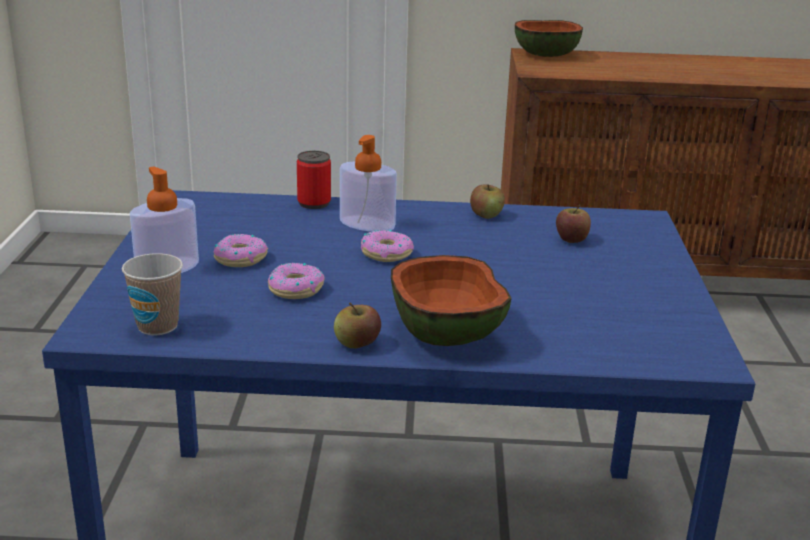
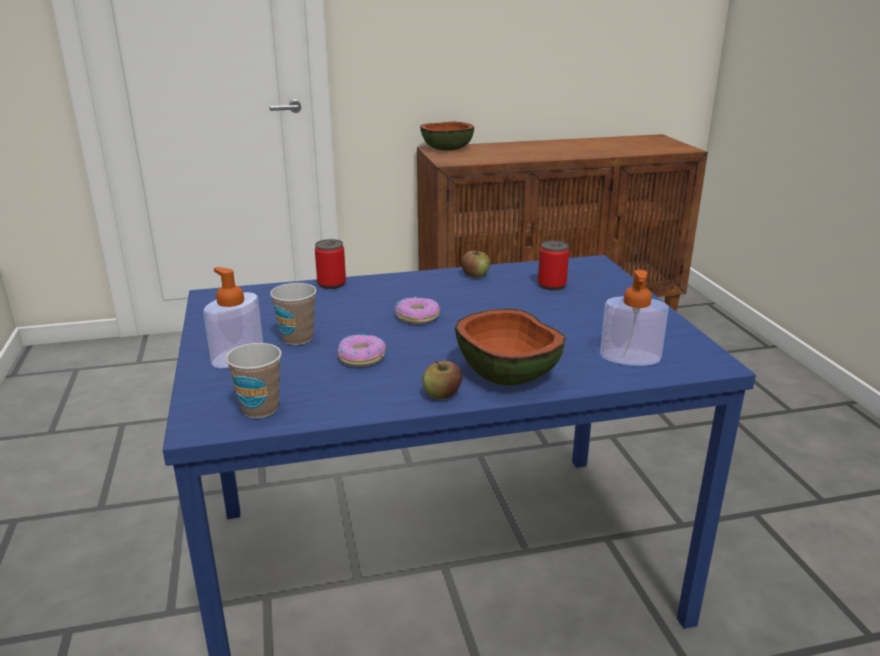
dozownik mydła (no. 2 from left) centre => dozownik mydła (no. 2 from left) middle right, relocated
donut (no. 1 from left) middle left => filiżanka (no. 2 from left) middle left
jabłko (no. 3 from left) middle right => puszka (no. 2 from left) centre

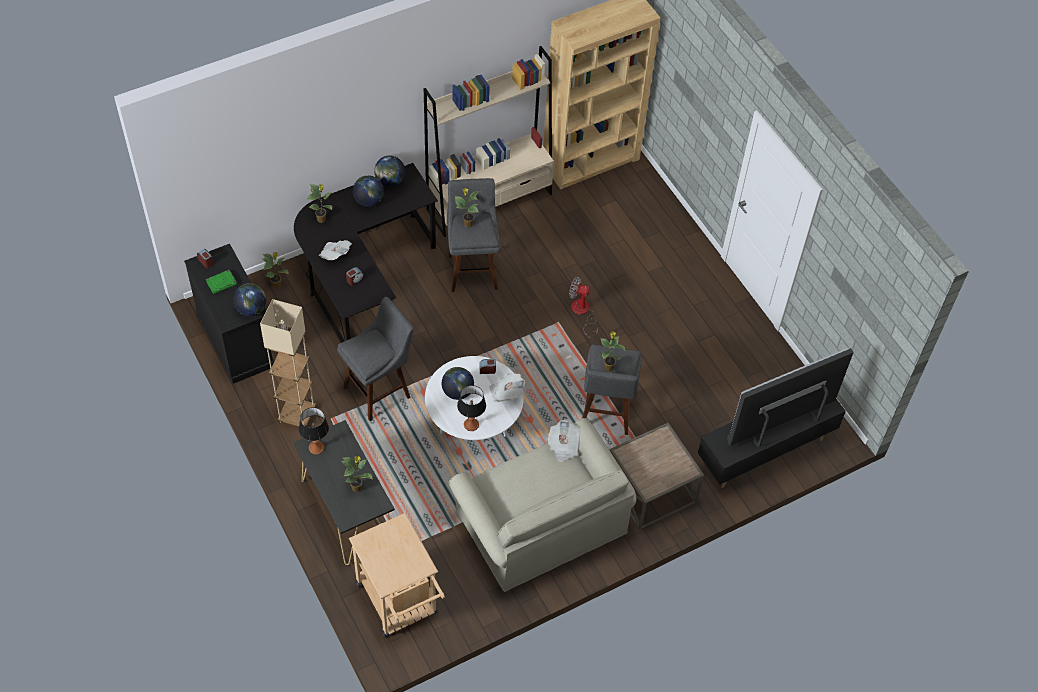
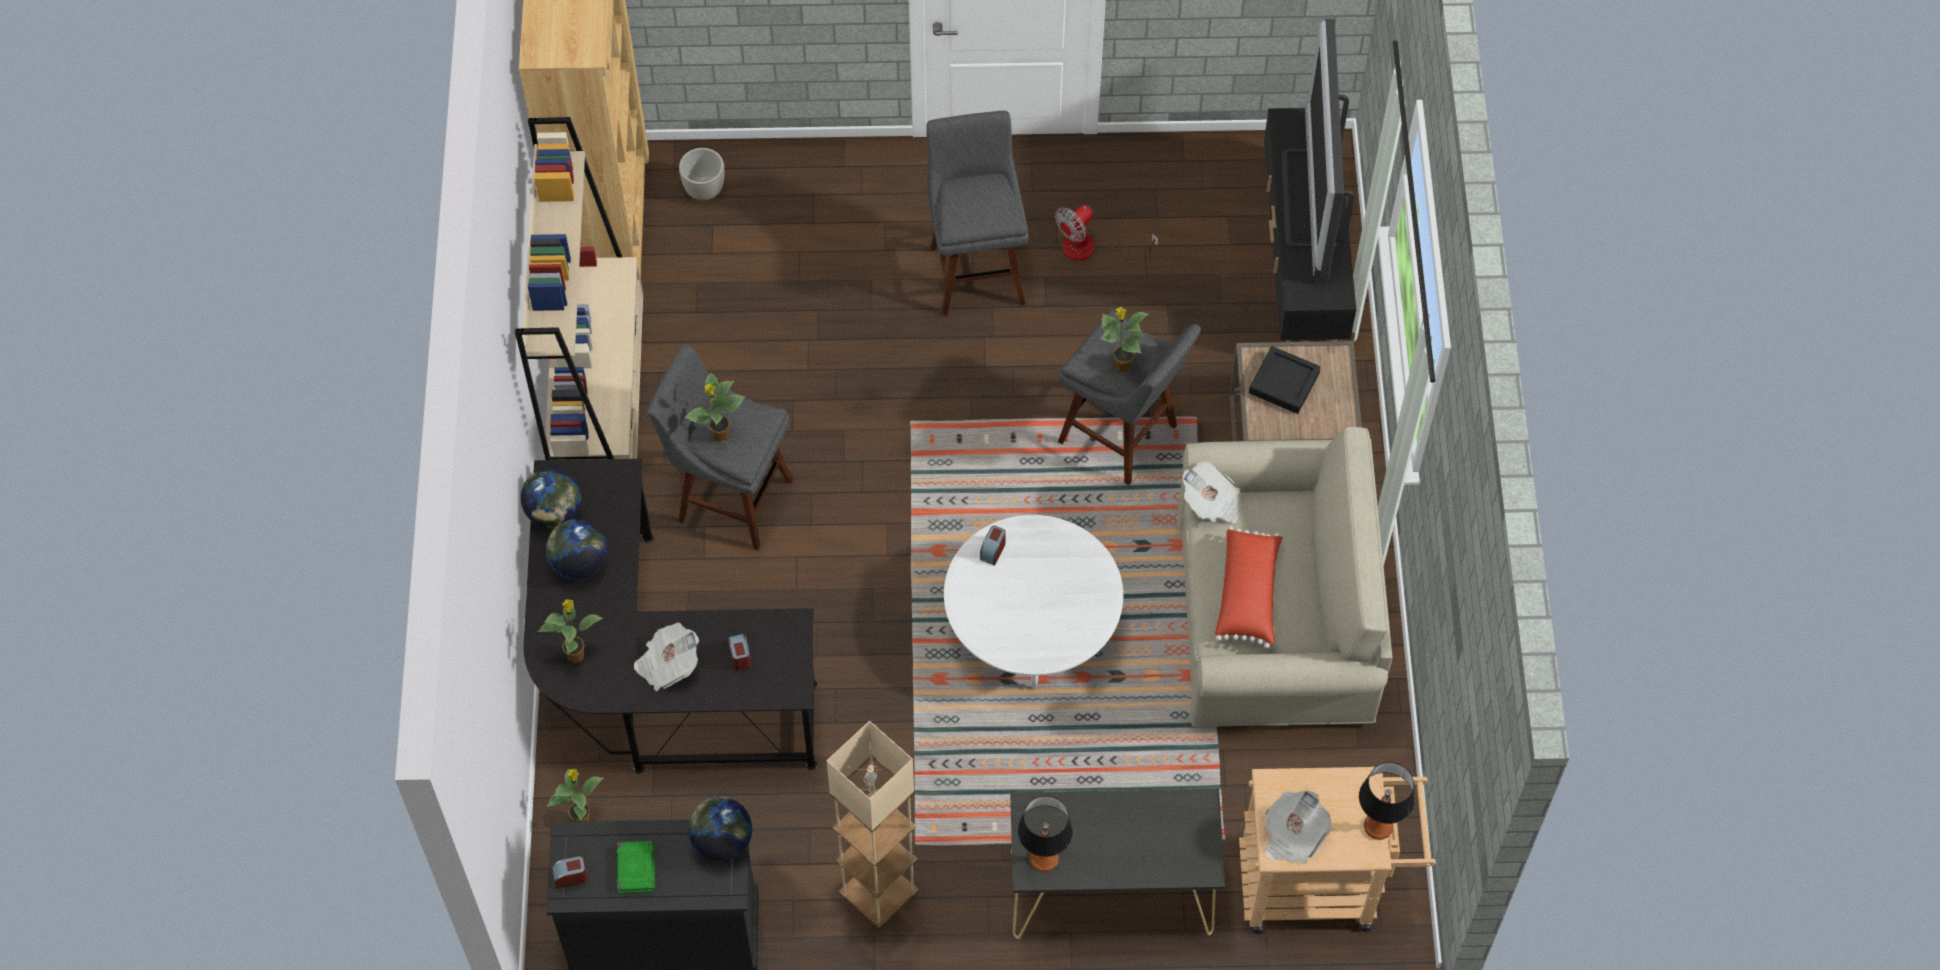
roślina doniczkowa (no. 3 from left) bottom centre => nothing
globus (no. 4 from left) centre => nothing
nothing => donica (szary) top centre
nothing => poduszka (czerwony) centre
nothing => taca (czarny) centre
stołek (szary) (no. 1 from left in the first image) centre => stołek (szary) (no. 2 from left) top centre, relocated
lampa stołowa (no. 2 from left) centre => lampa stołowa (no. 2 from left) bottom right, relocated
gazeta (no. 2 from left in the first image) centre => gazeta (no. 3 from left) bottom right, relocated
wentylator centre => wentylator top centre, relocated

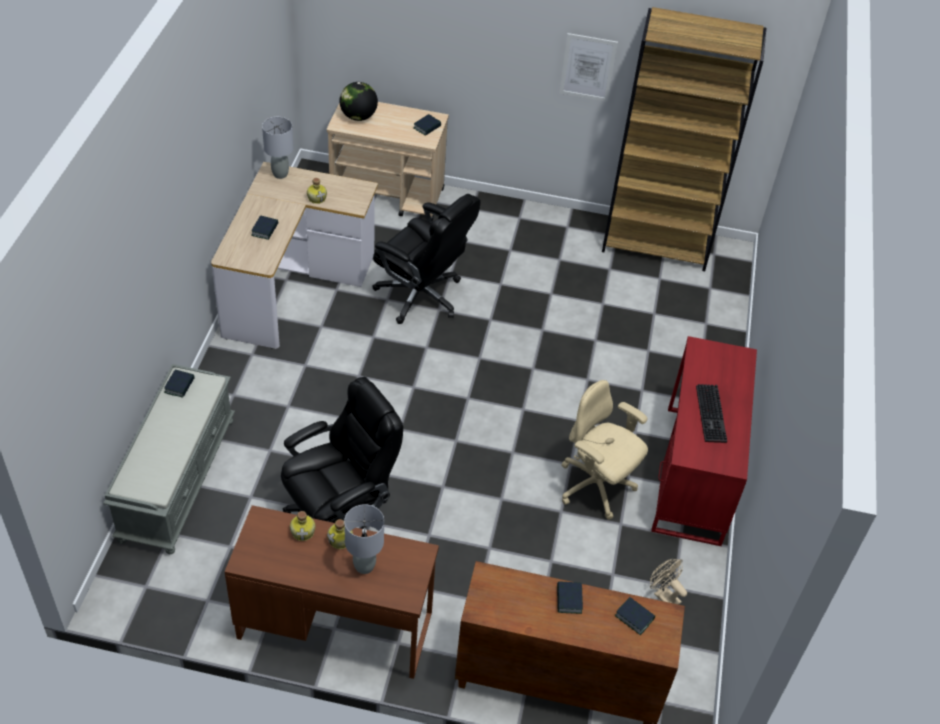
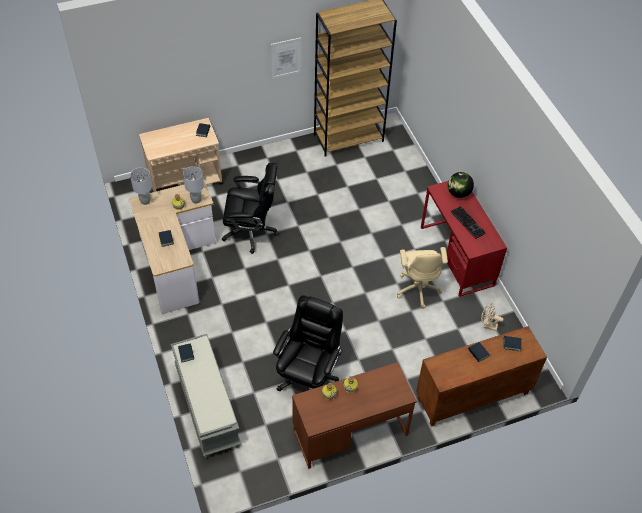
globus top centre => globus middle right, relocated
lampa stołowa (szary) (no. 2 from left) bottom centre => lampa stołowa (szary) (no. 2 from left) middle left, relocated
krzesło biurowe (beżowy) centre, 105 degrees counterclockwise

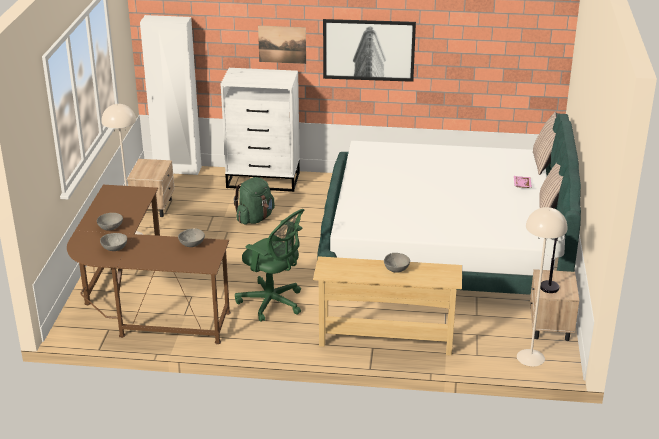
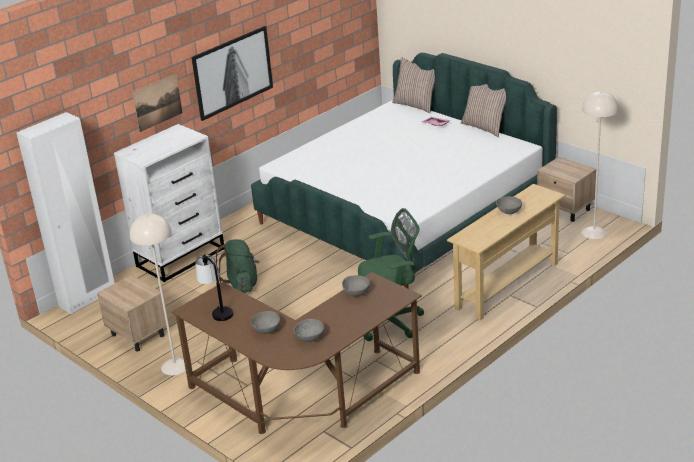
lampa stołowa middle right => lampa stołowa middle left, relocated

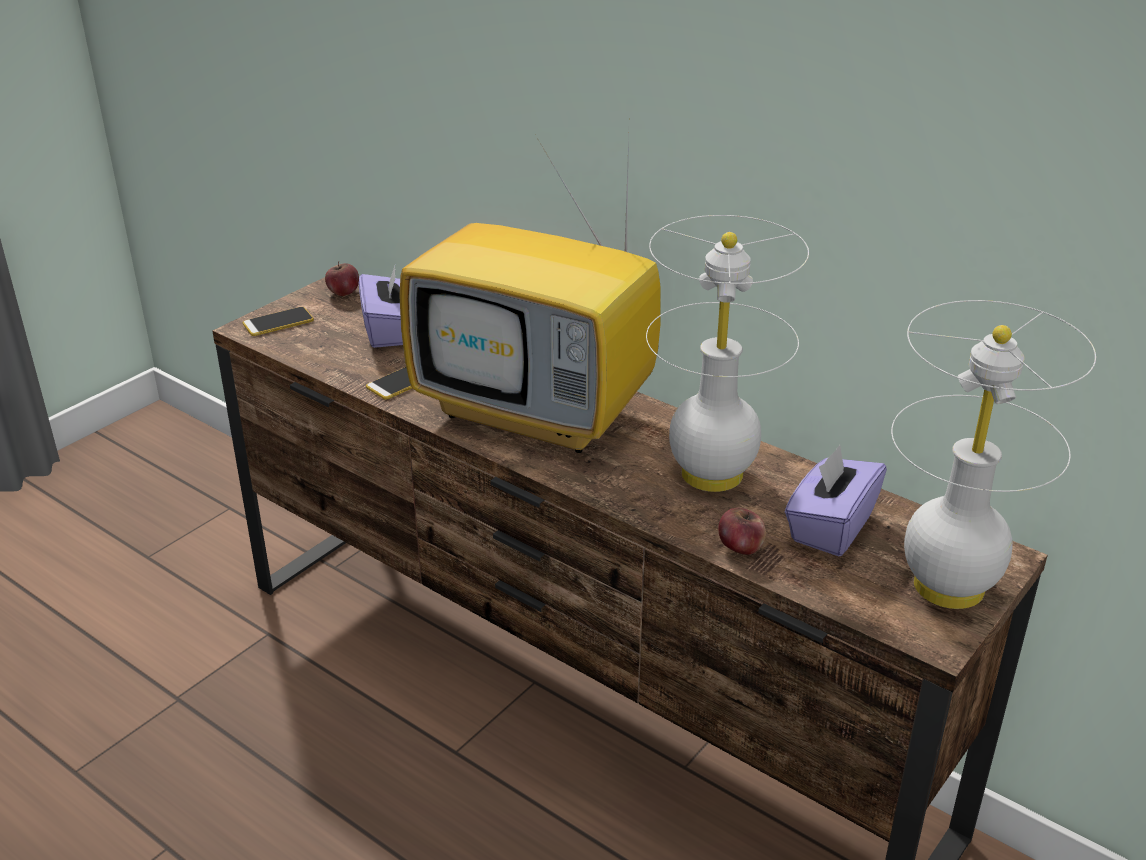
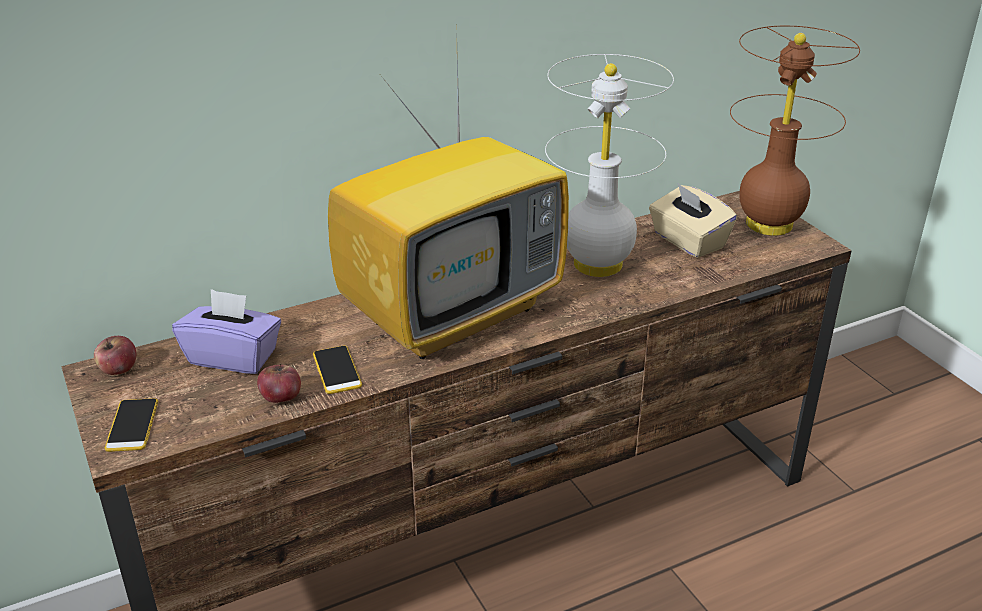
jabłko (no. 2 from left) centre => jabłko (no. 2 from left) middle left, relocated
pudełko chusteczek (fioletowy) (no. 2 from left) middle right => pudełko chusteczek (beżowy) middle right
lampa stołowa (biały) (no. 2 from left) middle right => lampa stołowa (brązowy) top right

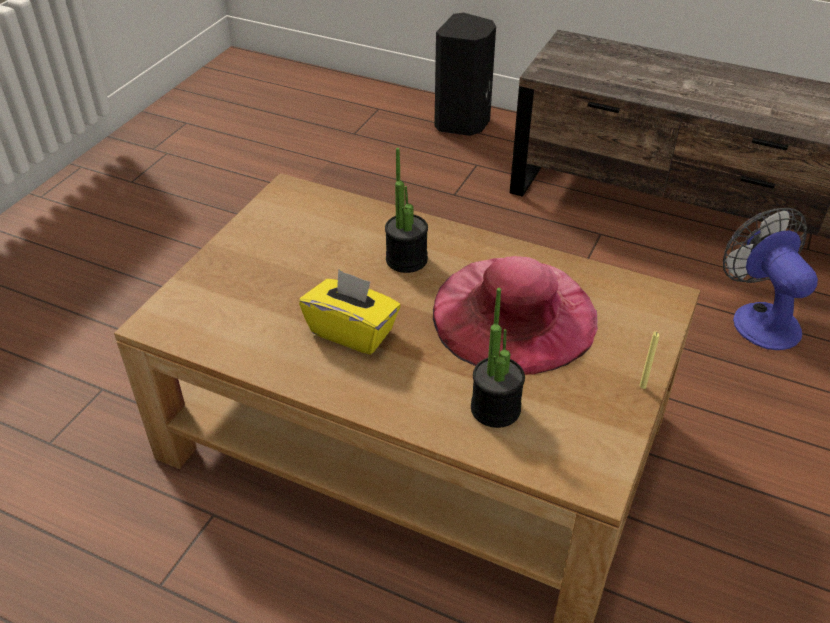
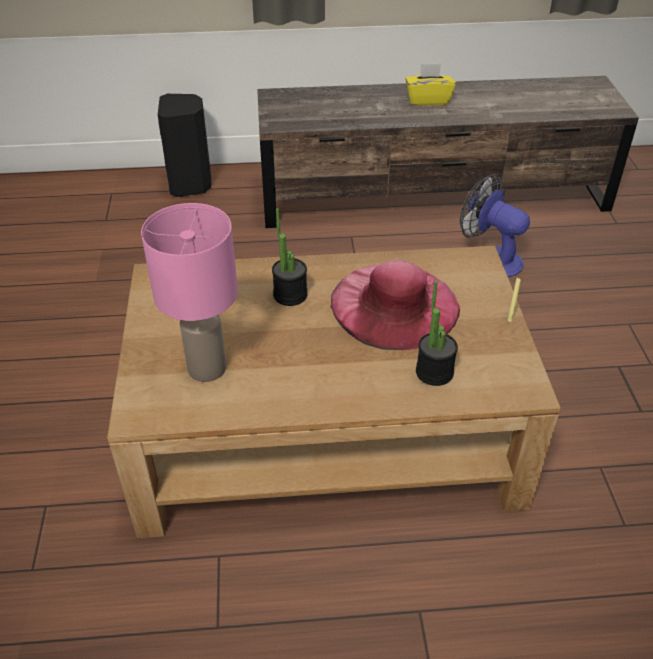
nothing => lampa stołowa (różowy) middle left
pudełko chusteczek (żółty) centre => pudełko chusteczek (żółty) top centre, relocated

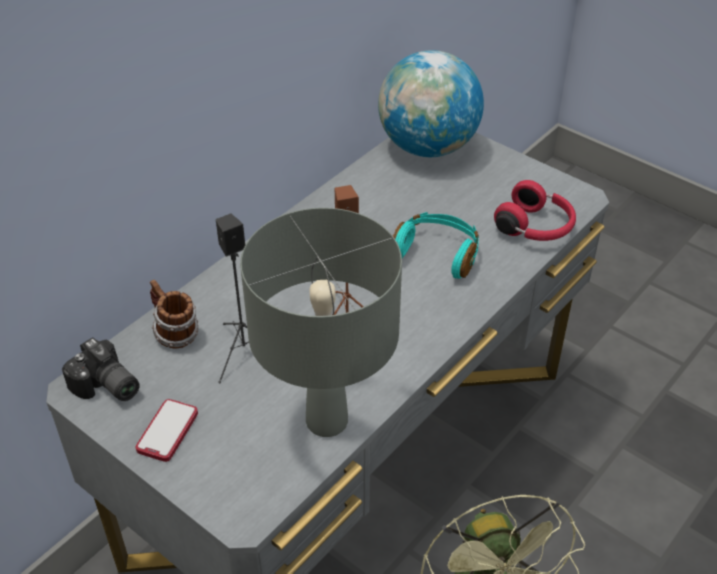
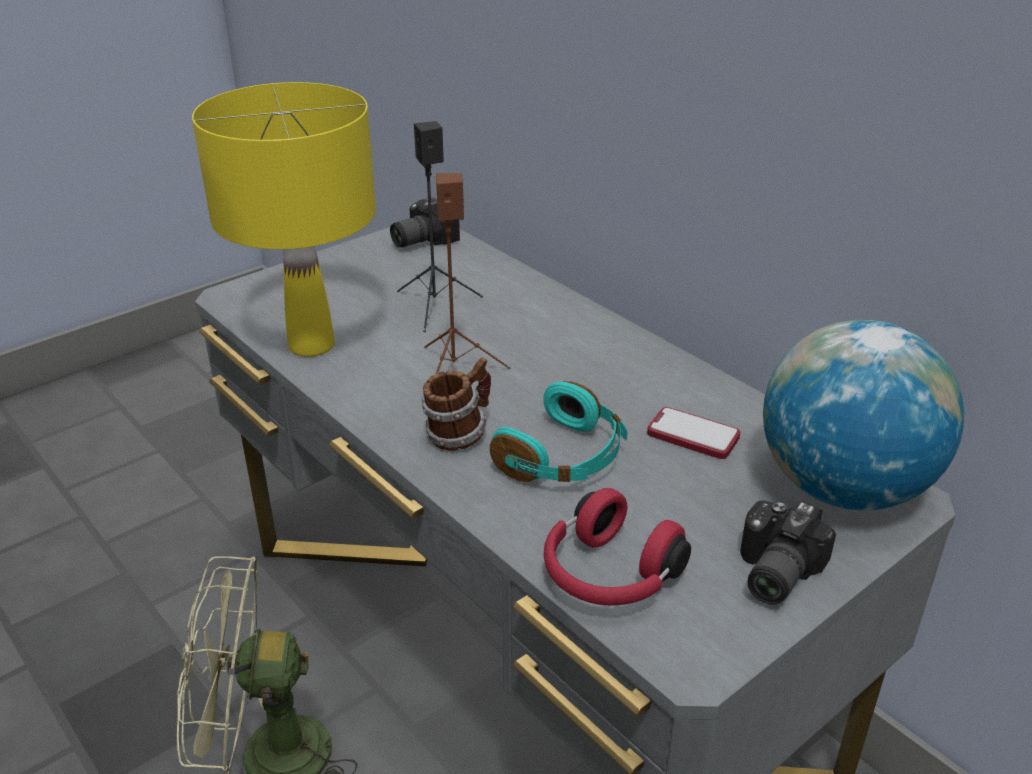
nothing => aparat fotograficzny (no. 2 from left) bottom right
telefon bottom left => telefon middle right, relocated
kubek middle left => kubek centre, relocated
lampa stołowa (szary) centre => lampa stołowa (żółty) top left

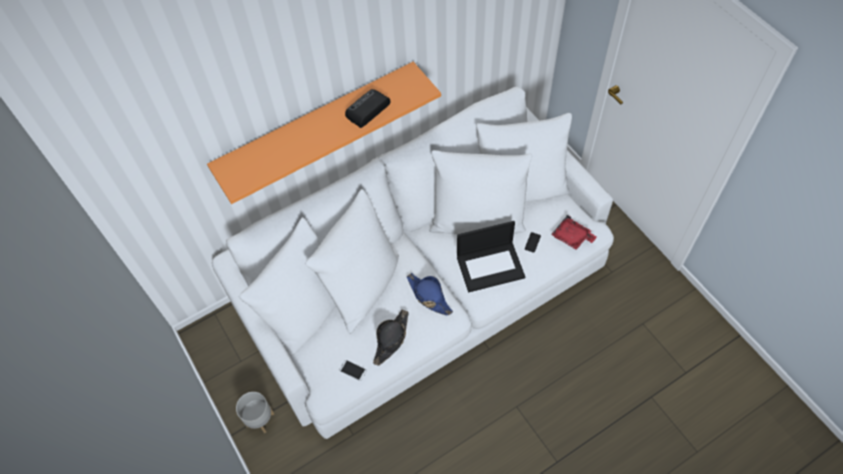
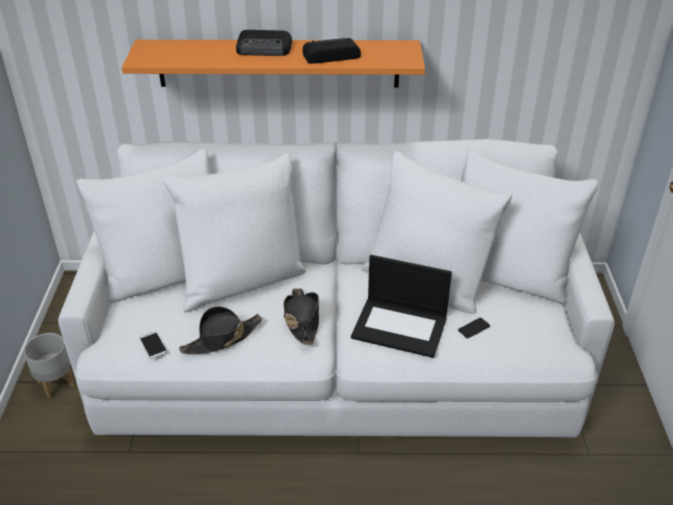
taca (czerwony) middle right => nothing
nothing => radio (no. 1 from left) top centre
kapelusz (niebieski) centre => kapelusz (czarny) (no. 2 from left) centre

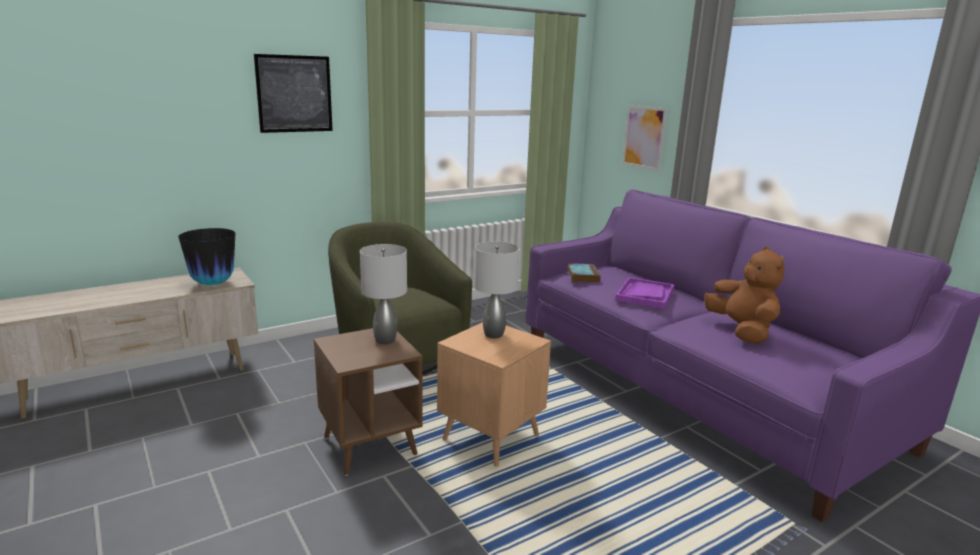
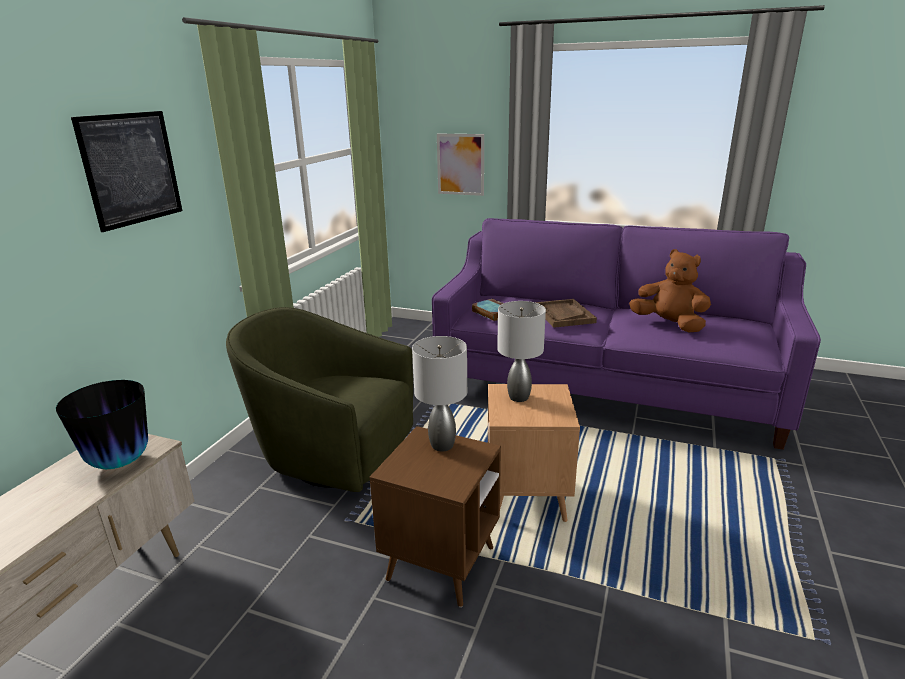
taca (fioletowy) centre => taca (brązowy) centre

